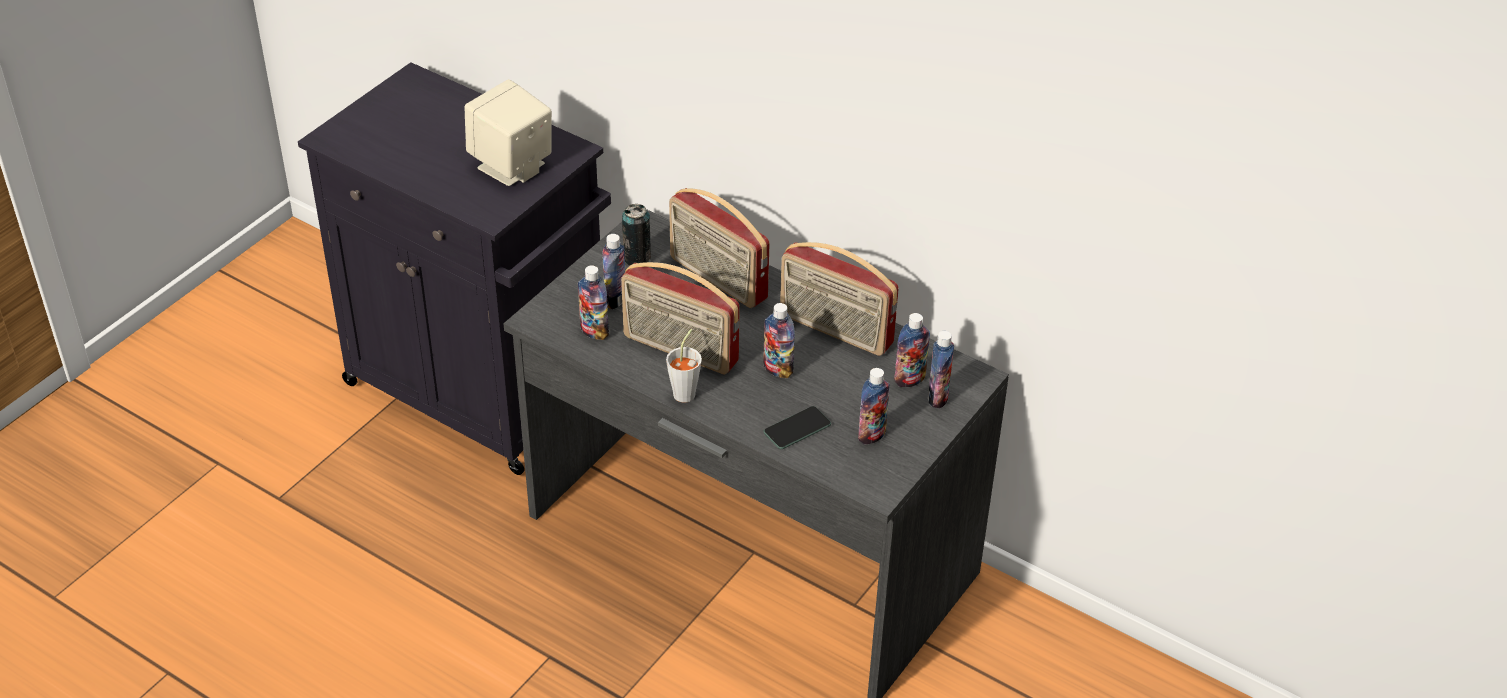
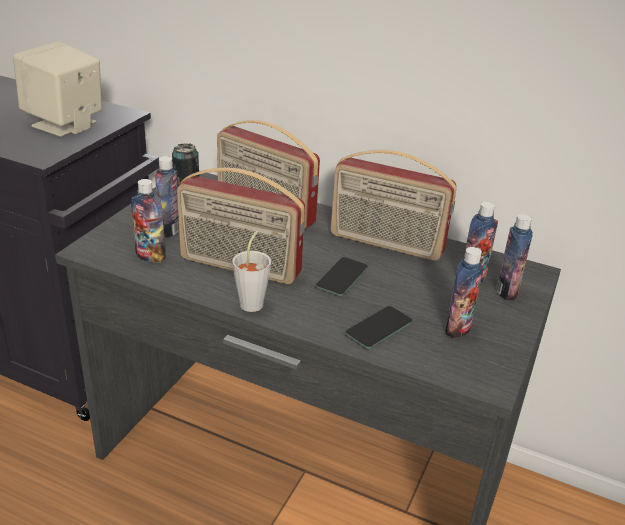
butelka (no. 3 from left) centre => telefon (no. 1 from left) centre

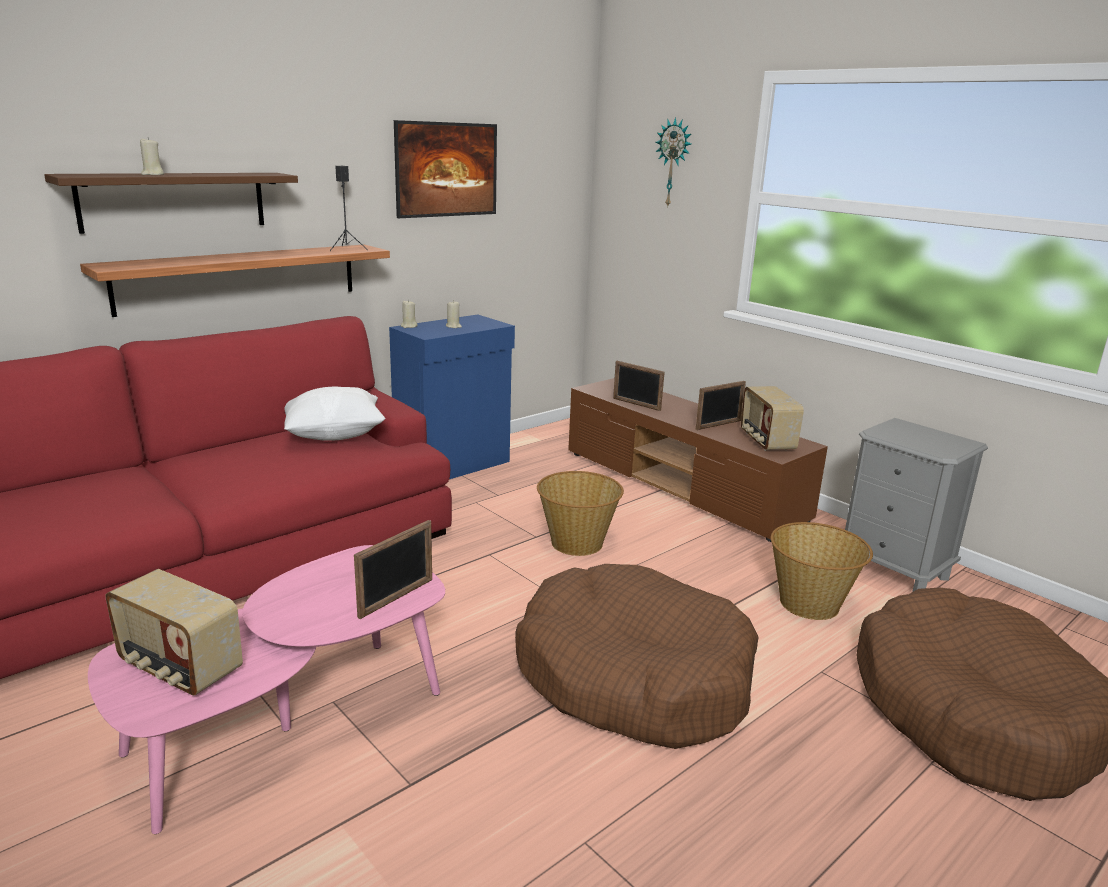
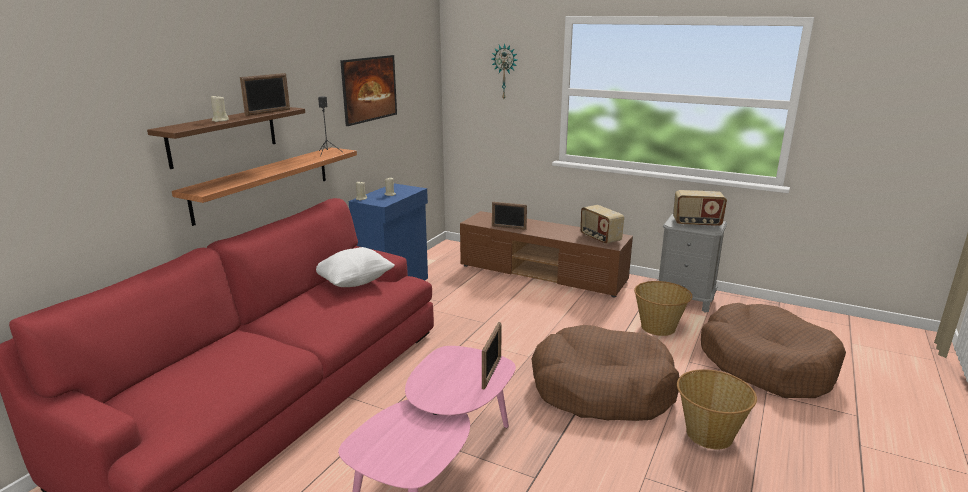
radio (no. 1 from left in the first image) bottom left => radio (no. 2 from left) middle right, relocated
koszyk (no. 1 from left in the first image) centre => koszyk (no. 2 from left) bottom right, relocated
ramka na zdjęcie (no. 3 from left in the first image) centre => ramka na zdjęcie (no. 1 from left) top left, relocated

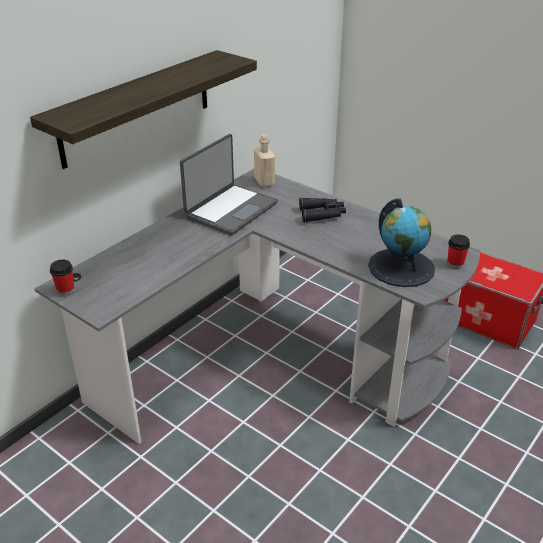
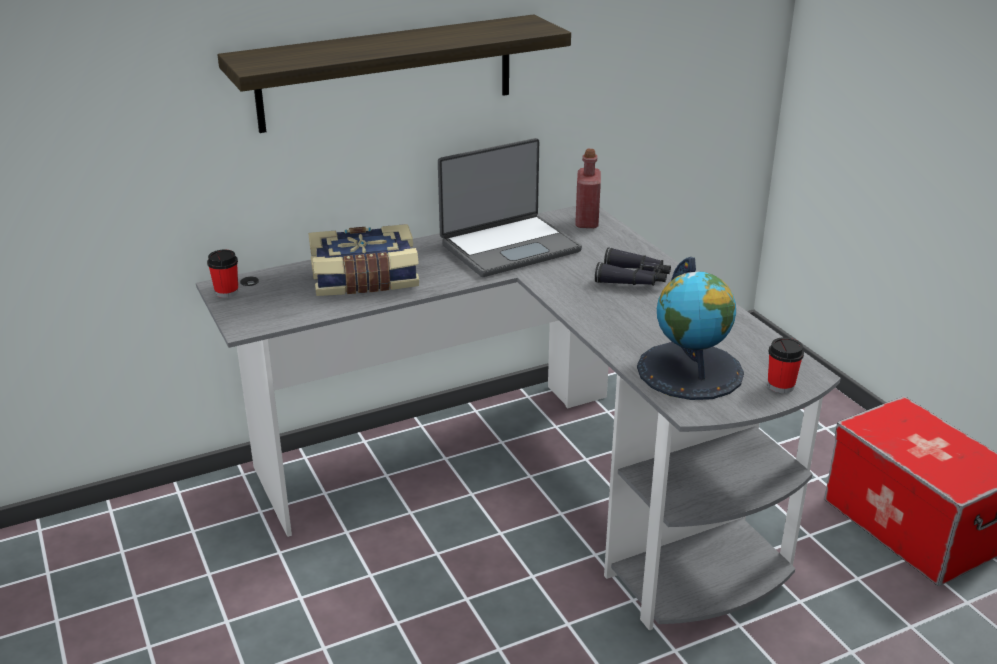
nothing => książka centre
butelka (beżowy) top centre => butelka (czerwony) top centre

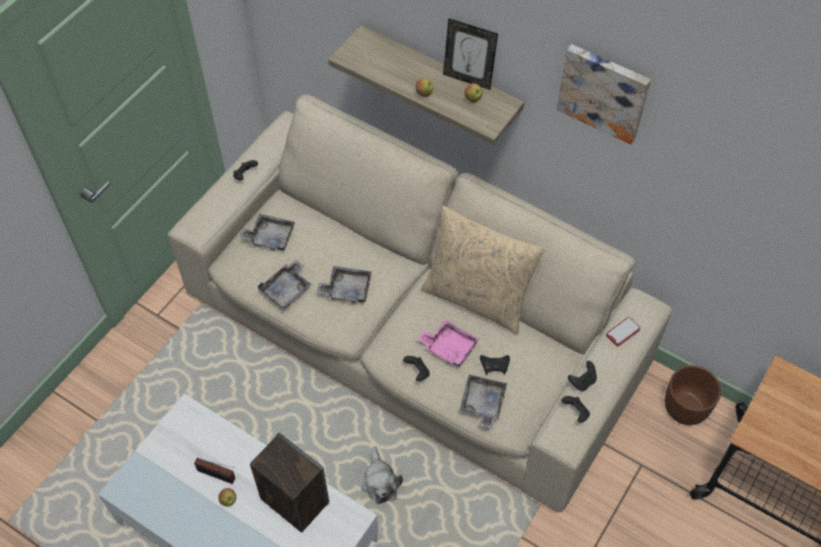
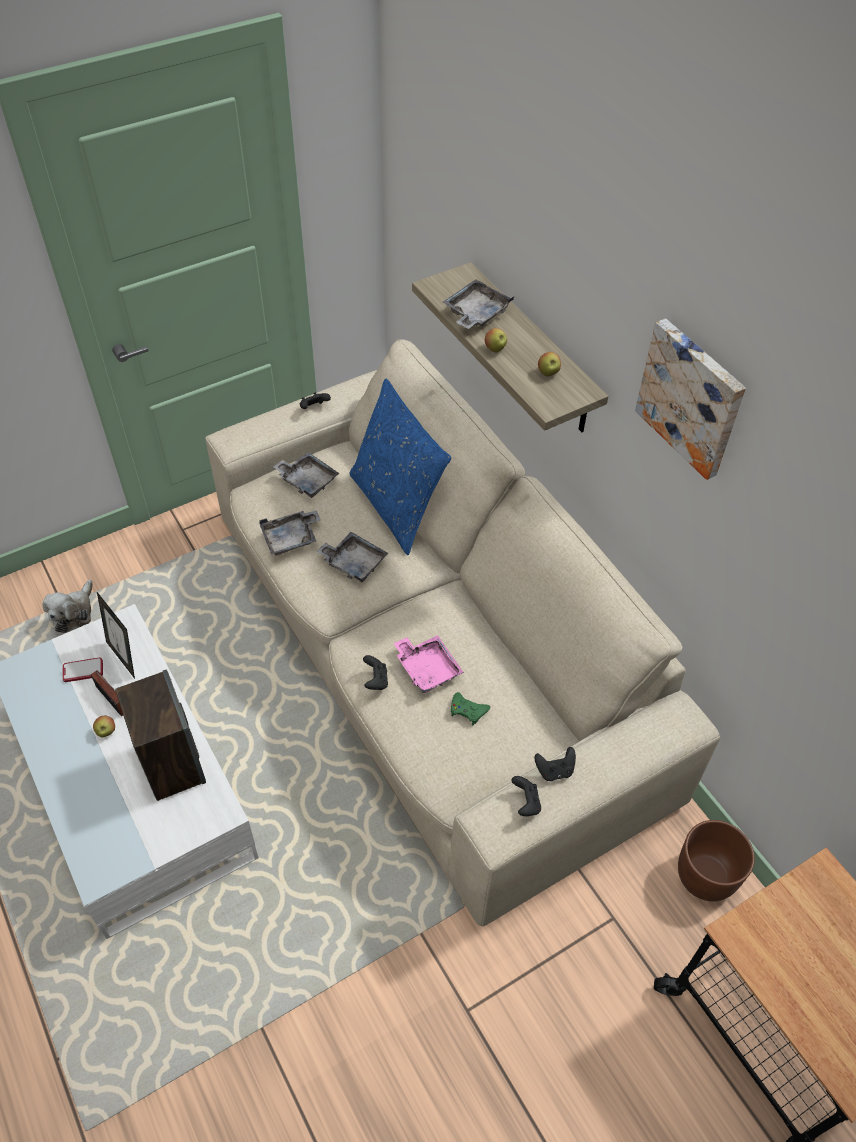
poduszka (beżowy) centre => nothing
nothing => poduszka (niebieski) centre
pluszak bottom centre => pluszak middle left, relocated
ramka na zdjęcie top centre => ramka na zdjęcie middle left, relocated
taca (szary) (no. 4 from left) bottom centre => taca (szary) (no. 4 from left) top centre, relocated
telefon middle right => telefon middle left, relocated
pad do gier (czarny) (no. 3 from left) bottom centre => pad do gier (zielony) centre

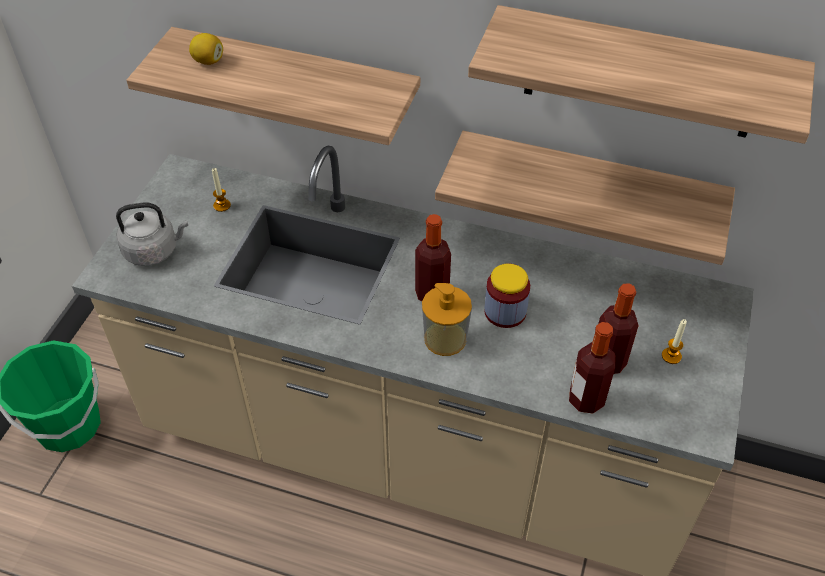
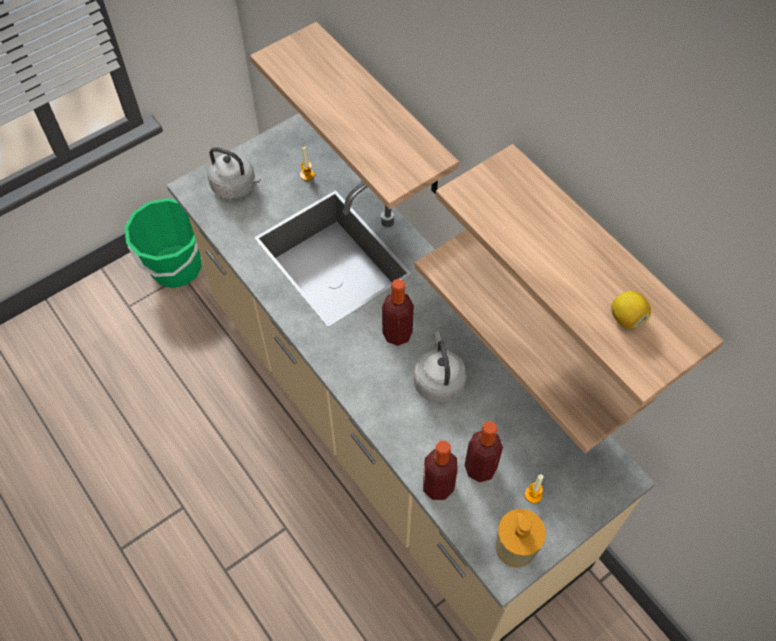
cytryna top left => cytryna middle right, relocated
dozownik mydła centre => dozownik mydła bottom right, relocated
słoik centre => czajnik (szary) (no. 2 from left) centre

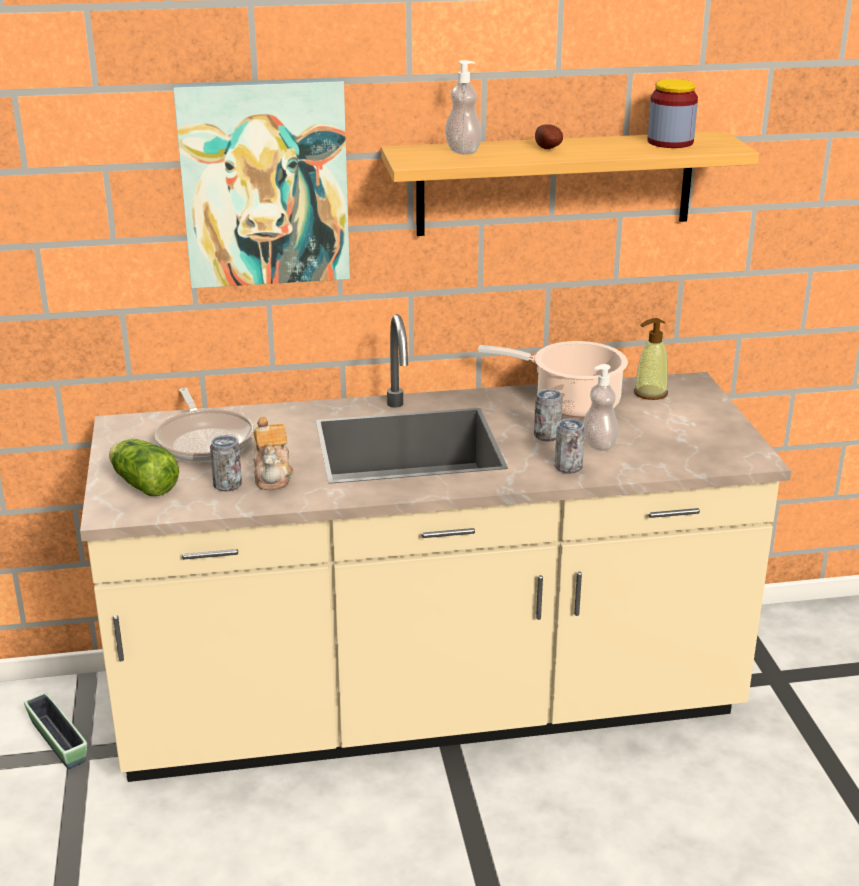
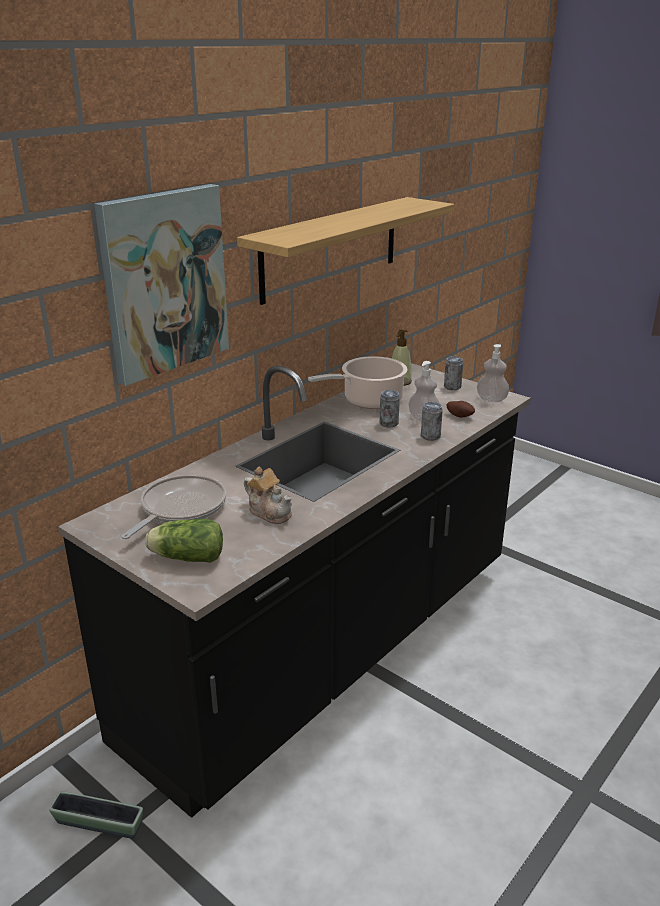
słoik top right => nothing
puszka (no. 1 from left in the first image) middle left => puszka (no. 3 from left) middle right, relocated
dozownik mydła (no. 1 from left in the first image) top centre => dozownik mydła (no. 3 from left) middle right, relocated
ziemniak top centre => ziemniak middle right, relocated
zabudowa kuchenna (beżowy) centre => zabudowa kuchenna (czarny) centre
patelnia middle left, 90 degrees counterclockwise

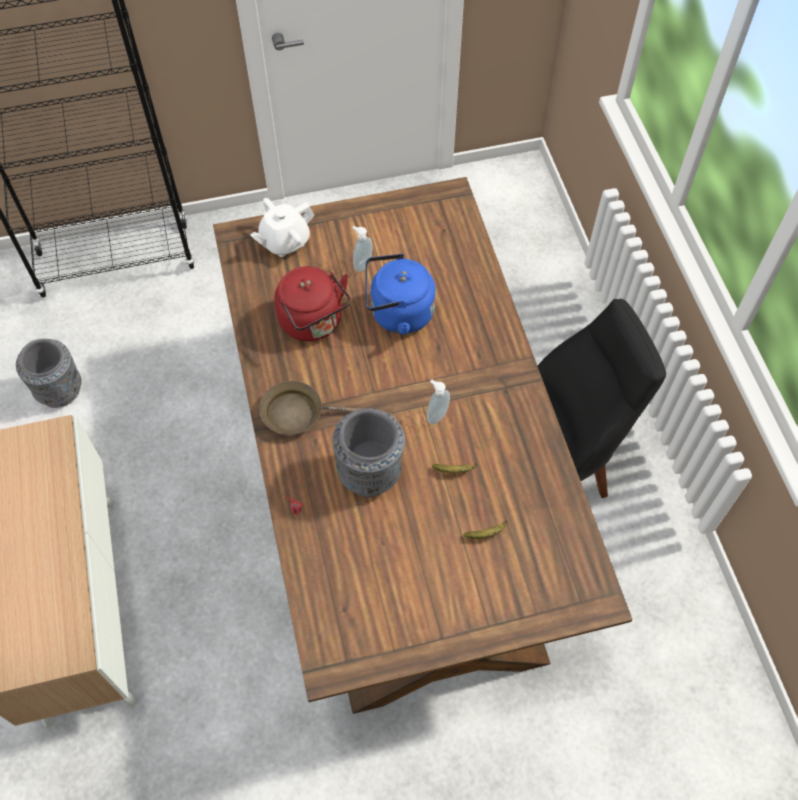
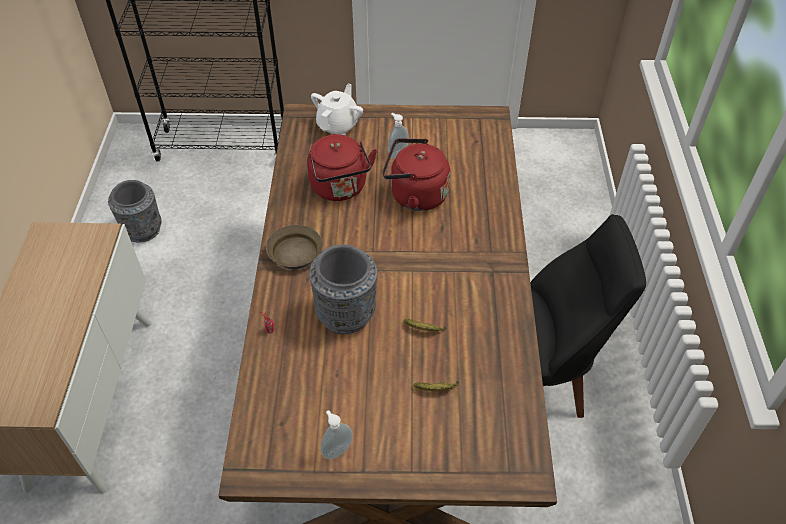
dozownik mydła (no. 2 from left in the first image) centre => dozownik mydła (no. 1 from left) bottom centre, relocated
czajnik (niebieski) centre => czajnik (czerwony) (no. 2 from left) top centre
imbryk (biały) top centre, 135 degrees clockwise

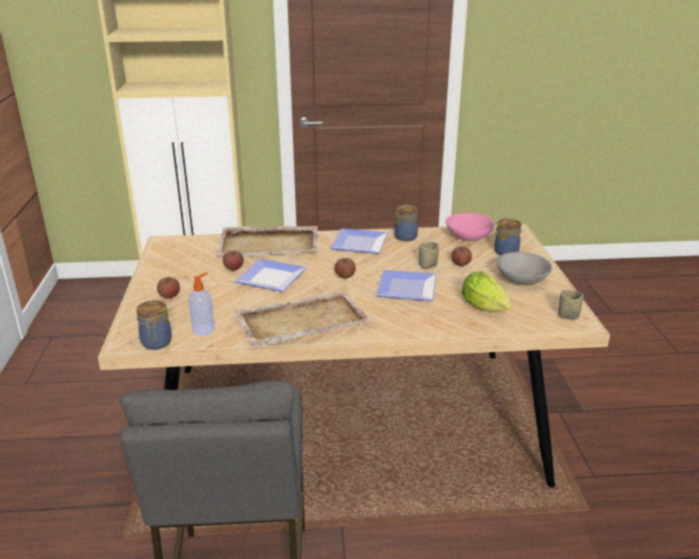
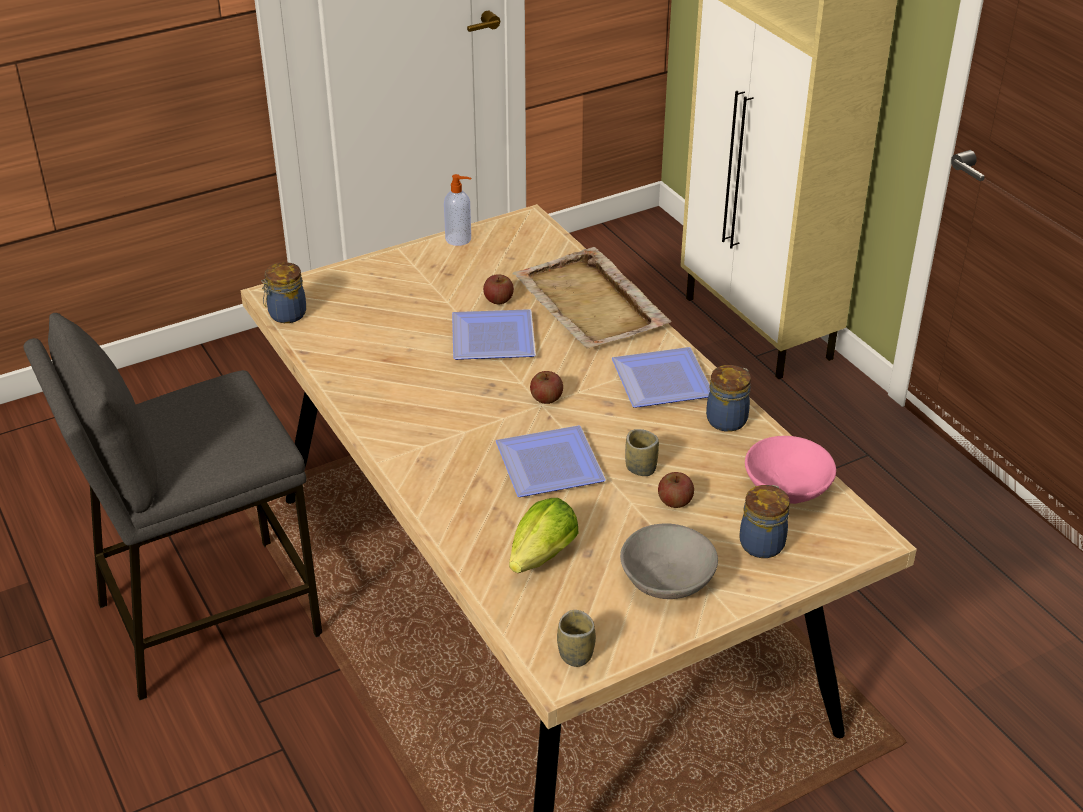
jabłko (no. 1 from left) middle left => nothing
taca (beżowy) (no. 2 from left) centre => nothing
dozownik mydła middle left => dozownik mydła top centre, relocated

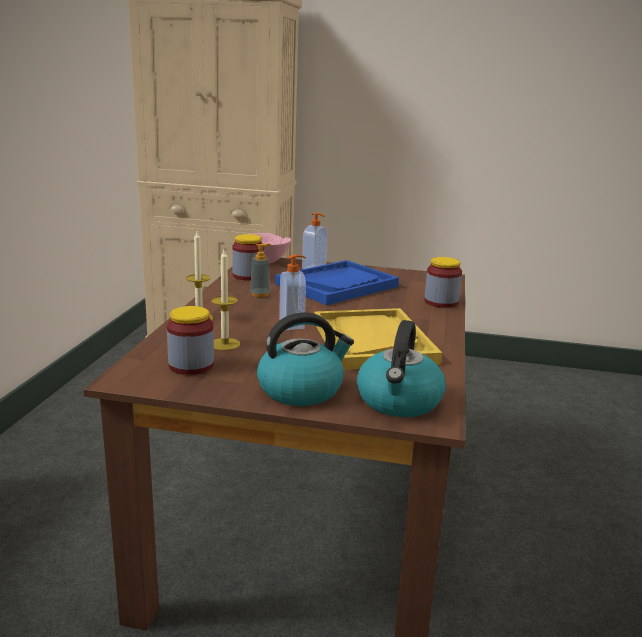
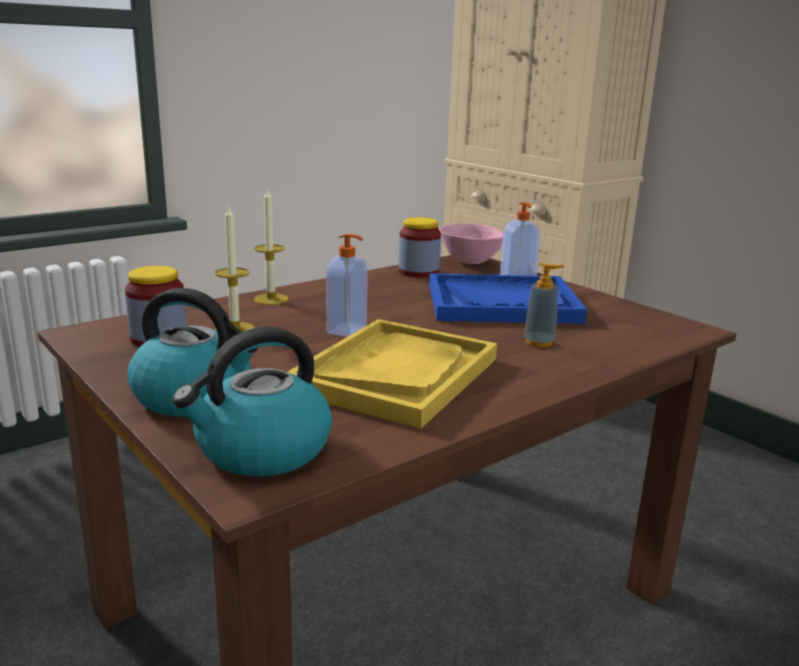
słoik (no. 3 from left) middle right => nothing
dozownik mydła (no. 1 from left in the first image) centre => dozownik mydła (no. 3 from left) middle right, relocated

